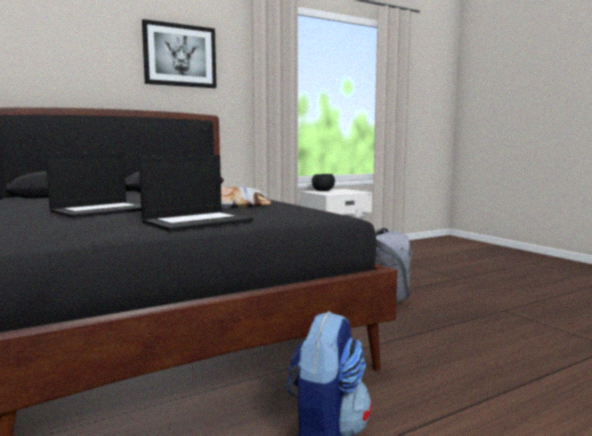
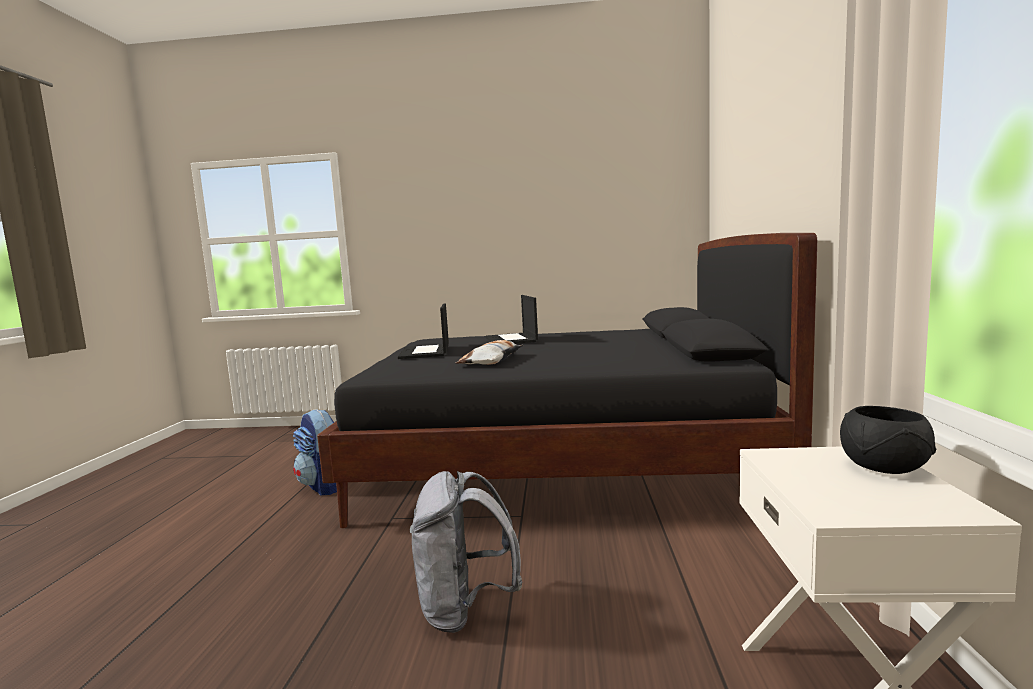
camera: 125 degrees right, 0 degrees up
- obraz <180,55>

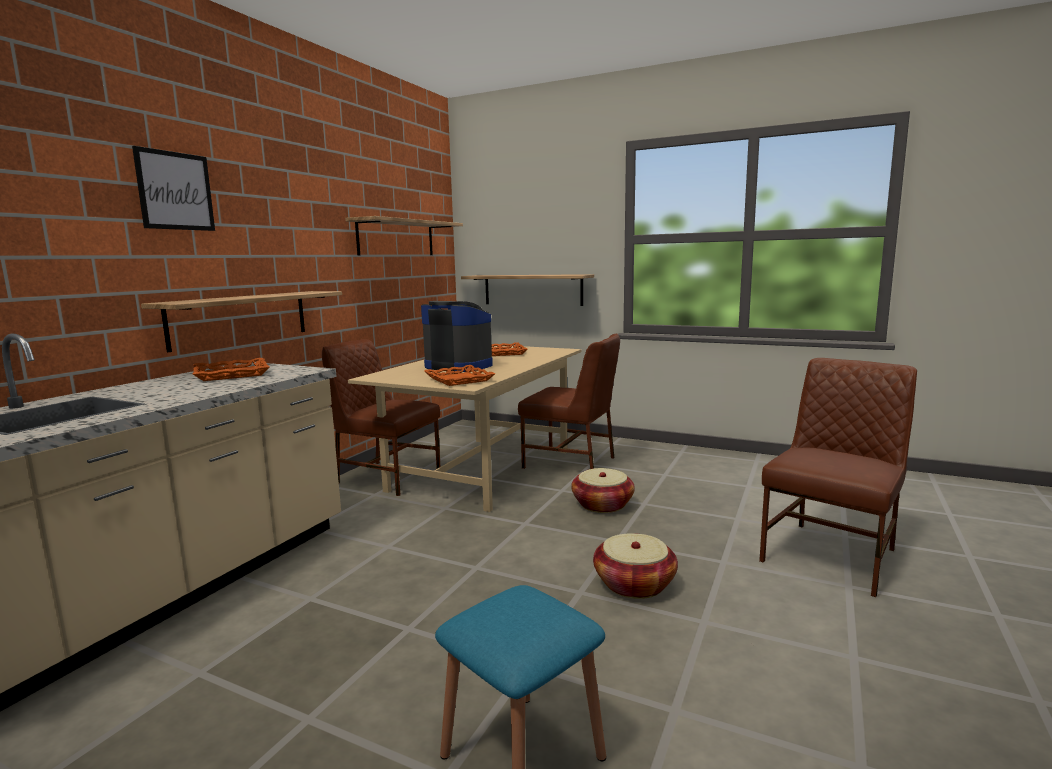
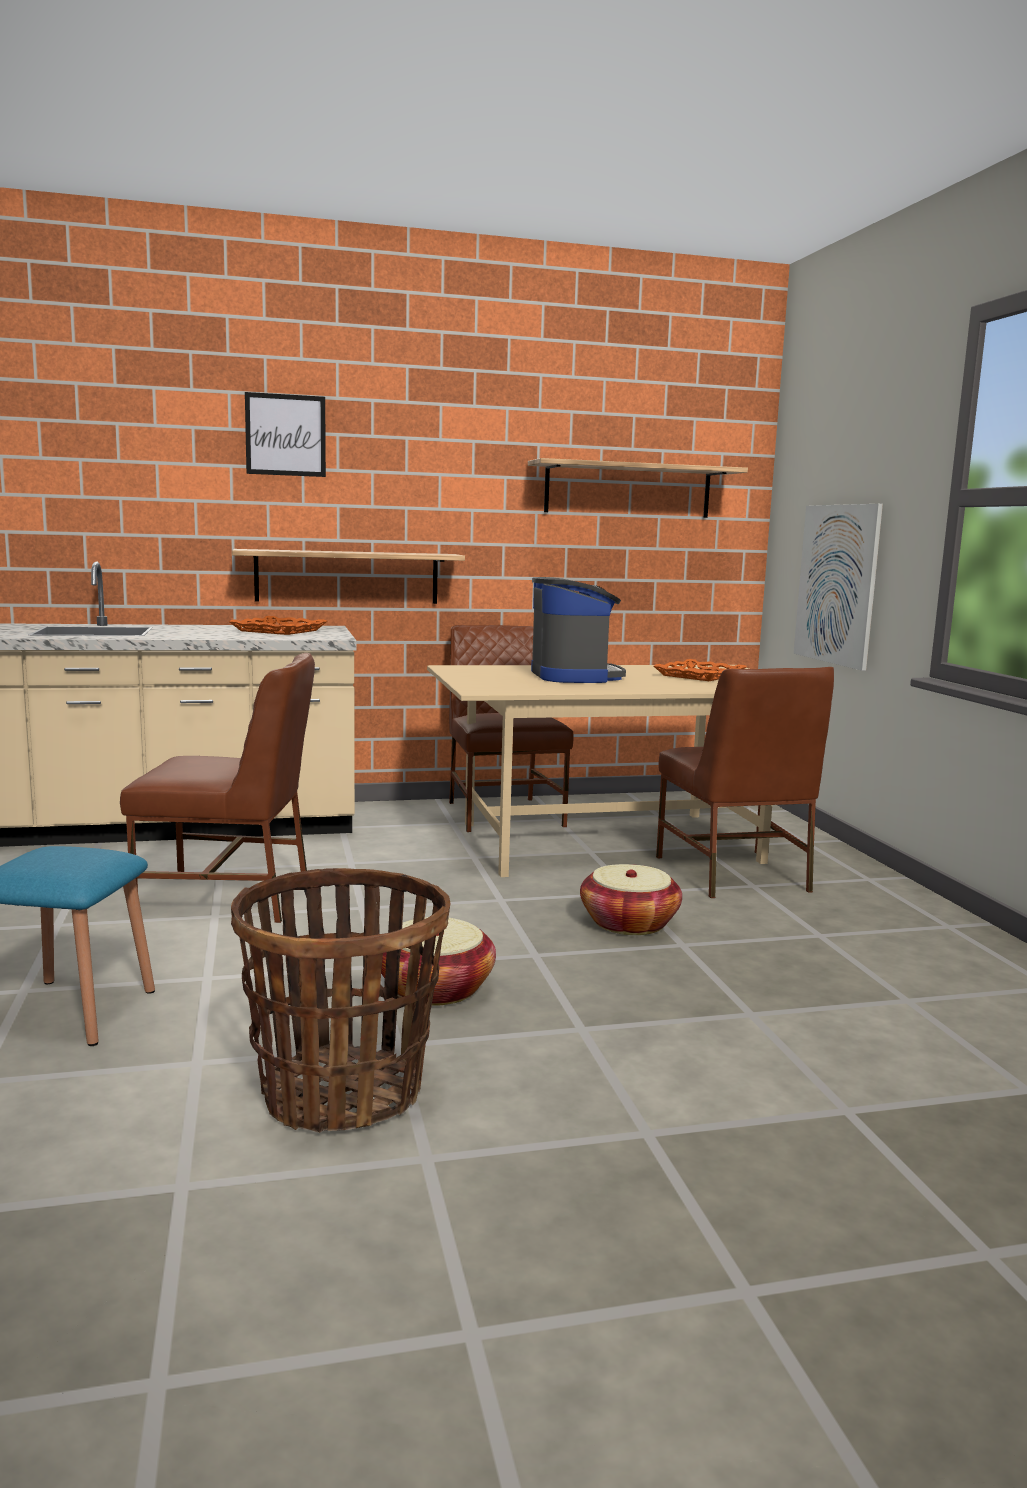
camera: 50 degrees right, 0 degrees up
- taca/pomarańczowy <459,379>
+ koszyk <342,1092>
~ krzesło/brązowy <832,555> to <229,898>
~ półka <532,290> to obraz <836,584>

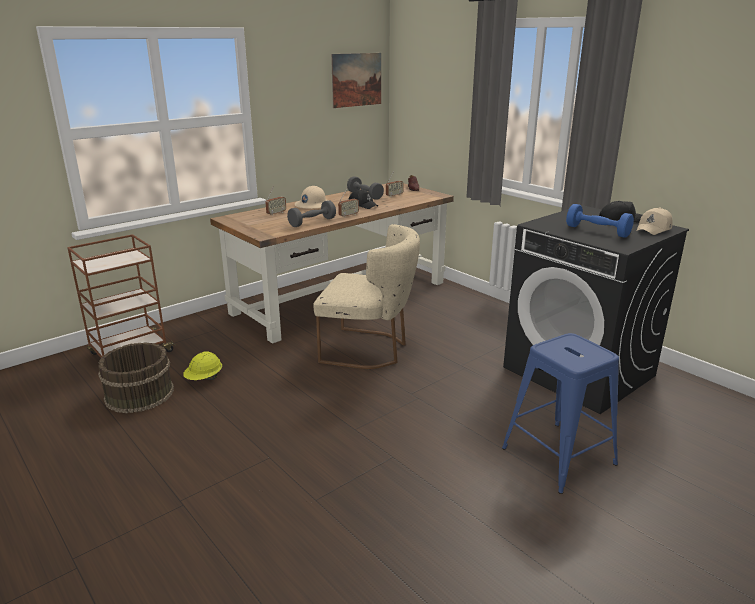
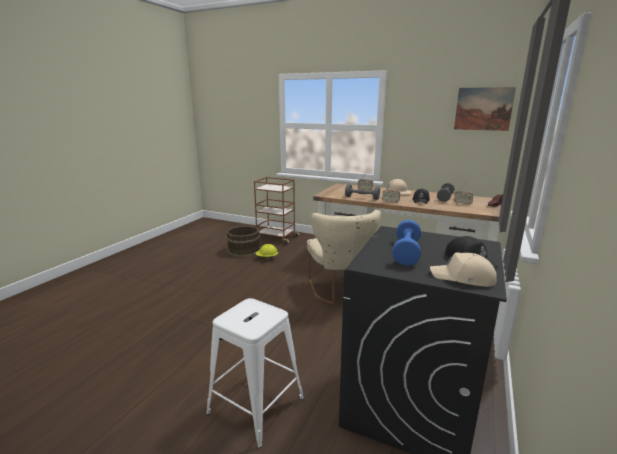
camera: 65 degrees right, 5 degrees down
~ stołek/niebieski <559,456> to stołek/biały <256,406>

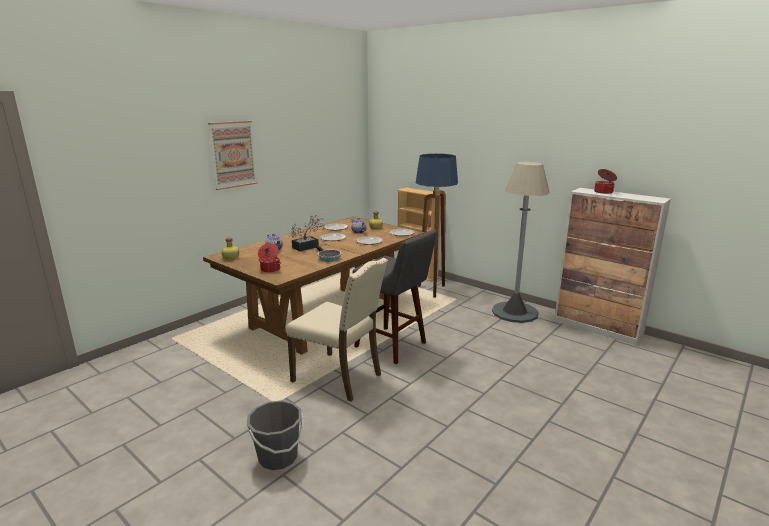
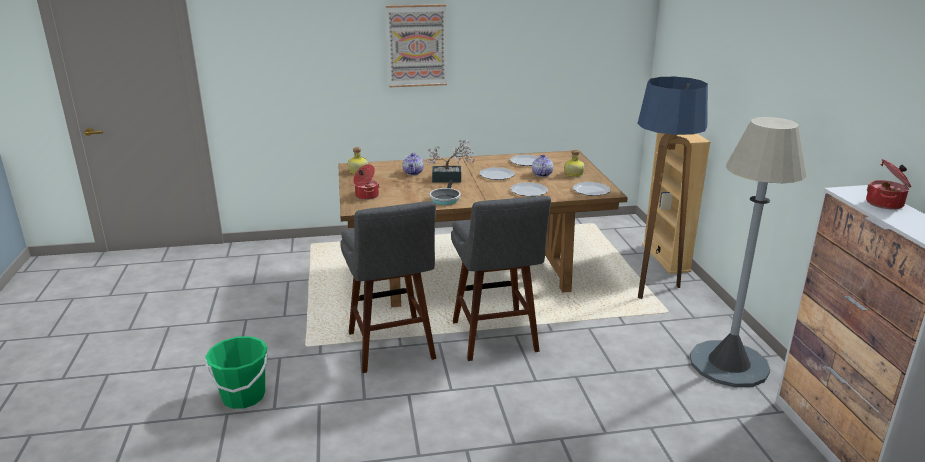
camera: 40 degrees right, 5 degrees up
~ krzesło/beżowy <339,378> to stołek/szary <392,348>
~ wiadro/szary <278,457> to wiadro/zielony <243,396>

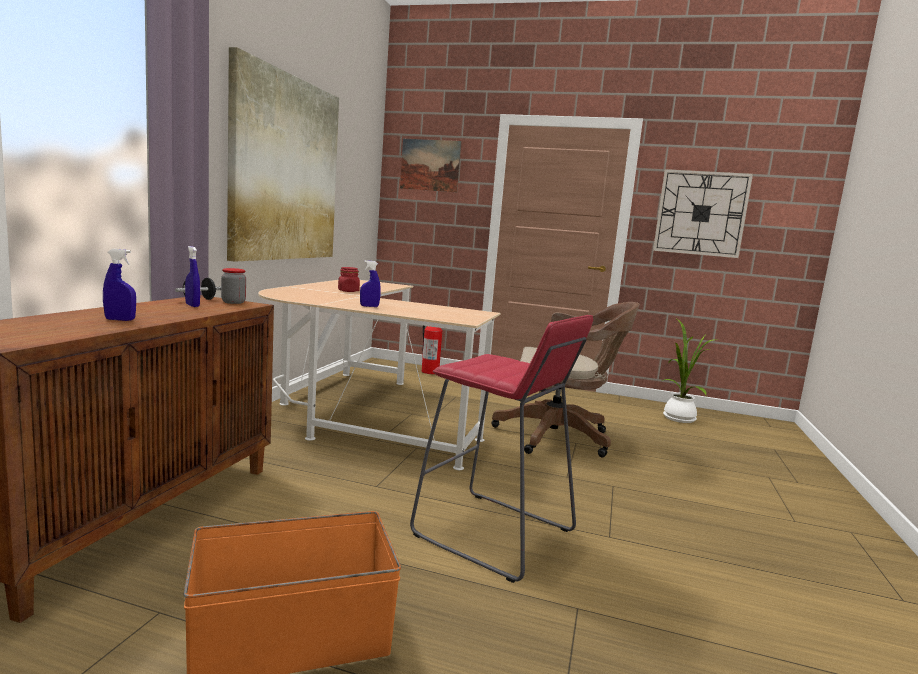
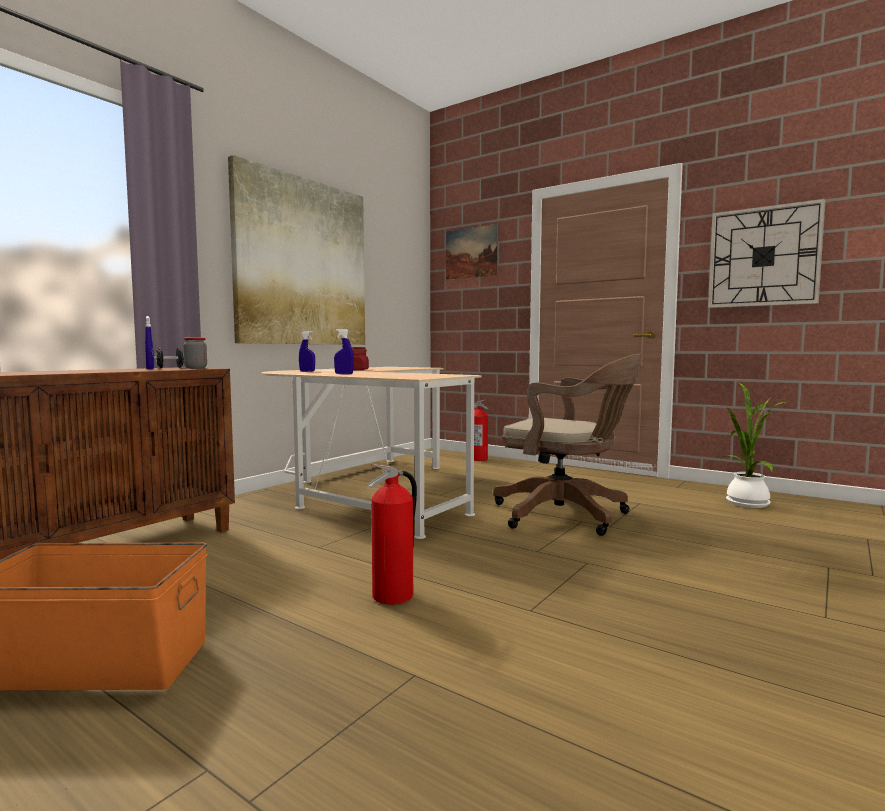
camera: 20 degrees right, 5 degrees down
~ spryskiwacz/niebieski <120,320> to <307,371>
~ stołek/czerwony <494,534> to gaśnica <394,596>

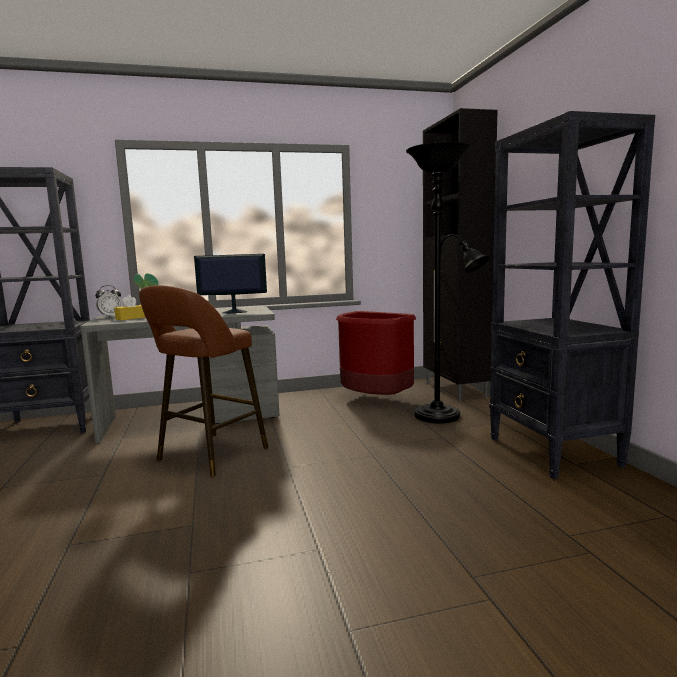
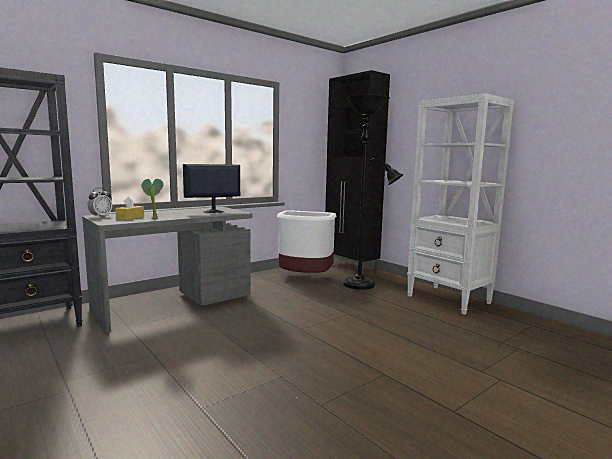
camera: 25 degrees left, 0 degrees up
- stołek/brązowy <208,456>
~ kosz na śmieci/czerwony <375,400> to kosz na śmieci/biały <305,277>
~ regał/czarny <553,452> to regał/biały <449,300>

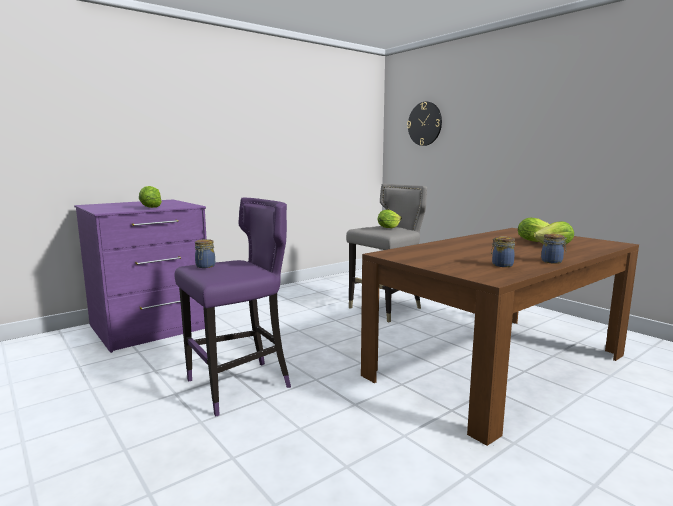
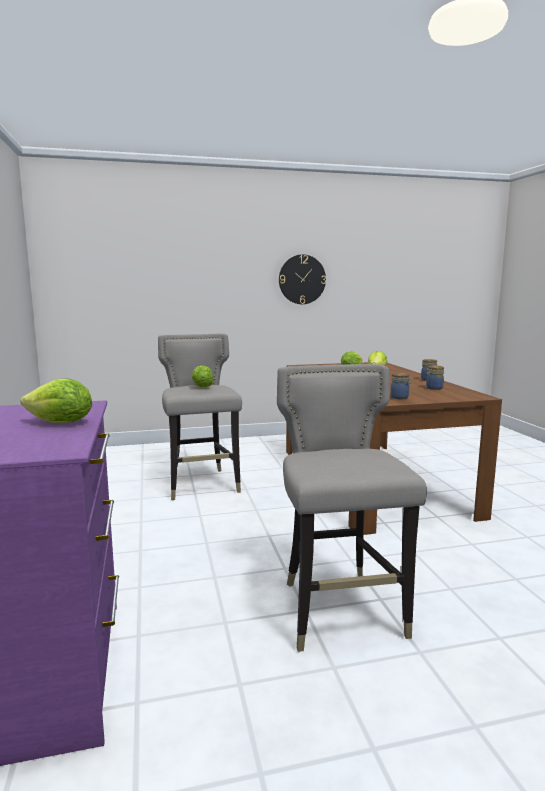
camera: 65 degrees left, 0 degrees up
~ słoik <205,266> to <400,398>
~ zegar ścienny <424,124> to <302,279>
~ stołek/fioletowy <240,385> to stołek/szary <339,610>

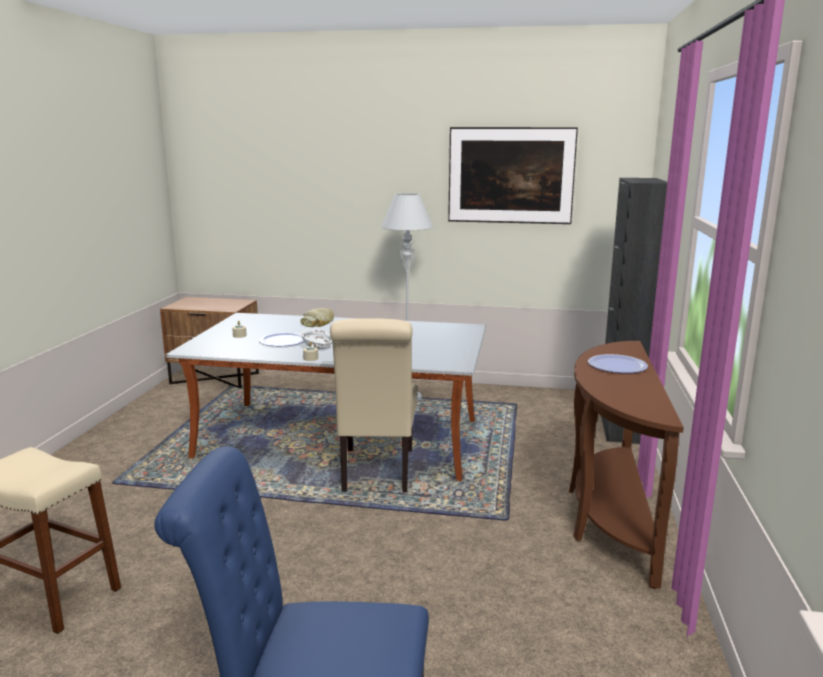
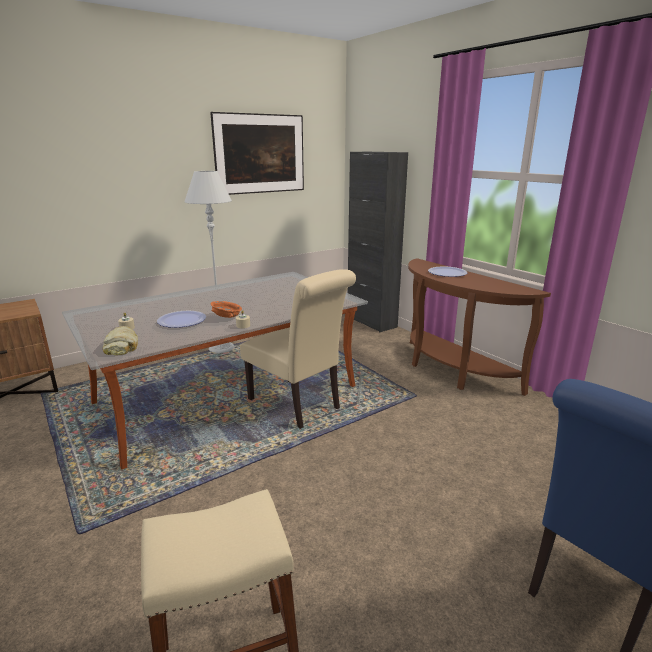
camera: 45 degrees left, 5 degrees up
~ chleb <318,322> to <122,346>
~ miska/biały <318,348> to miska/pomarańczowy <226,317>

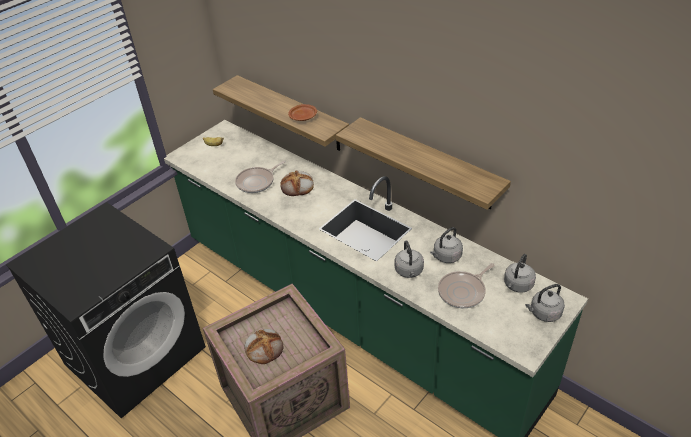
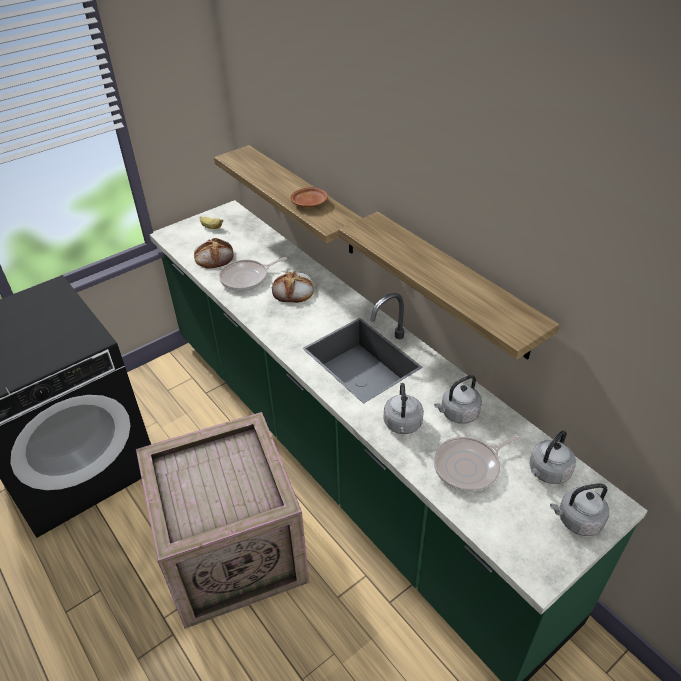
camera: 10 degrees right, 0 degrees up
~ chleb <264,347> to <214,256>

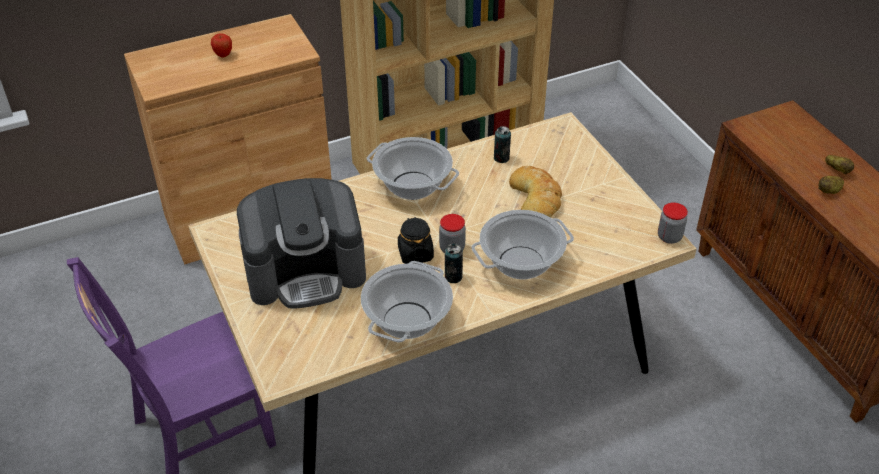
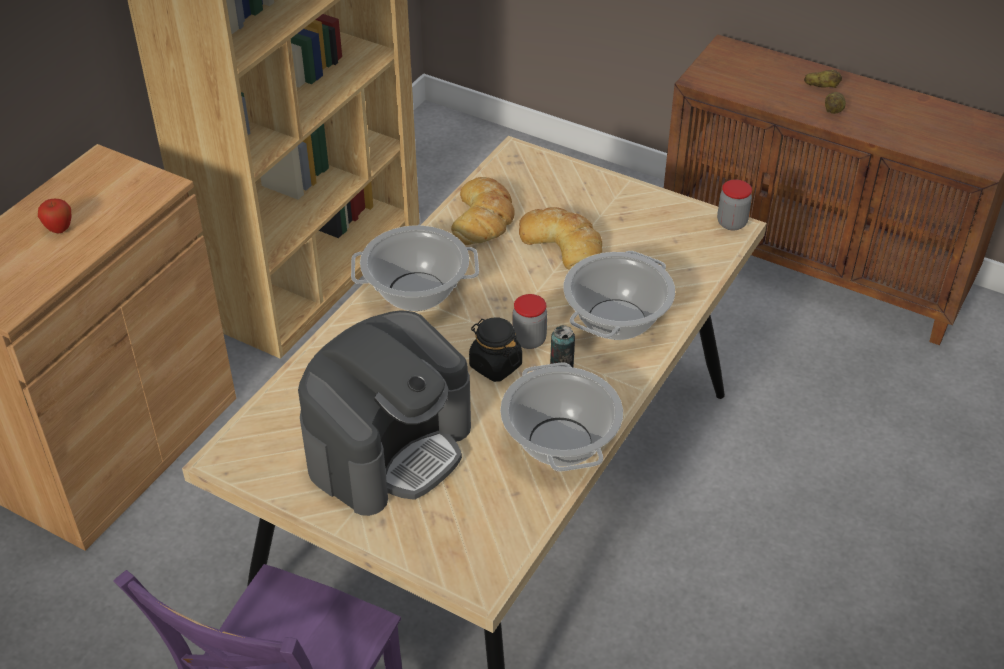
camera: 35 degrees left, 0 degrees up
~ puszka <501,158> to chleb <484,217>

